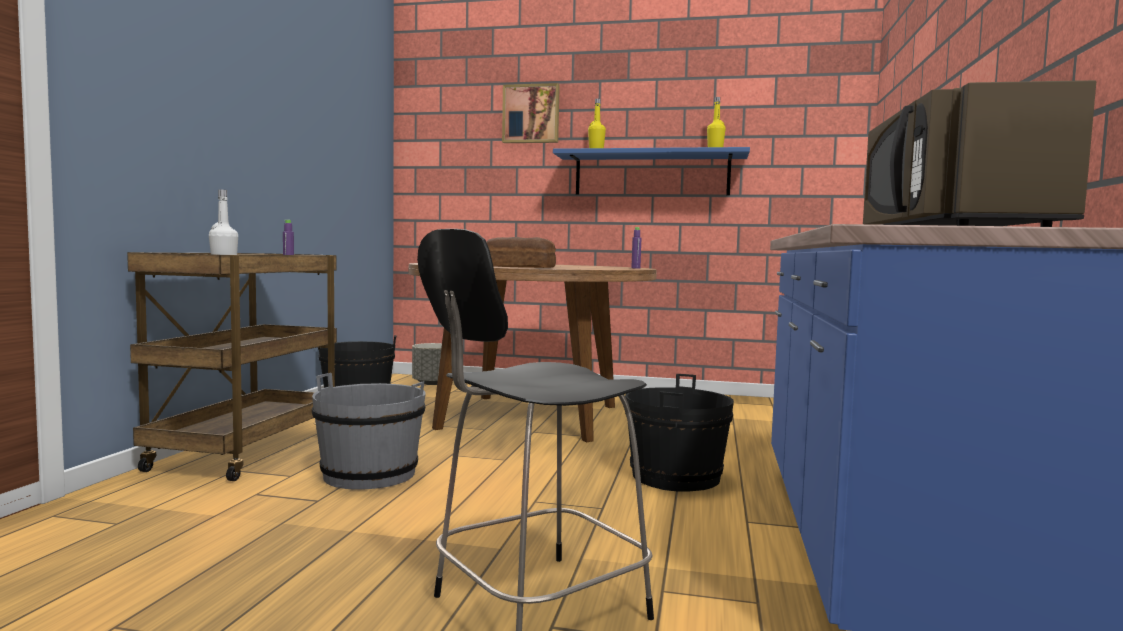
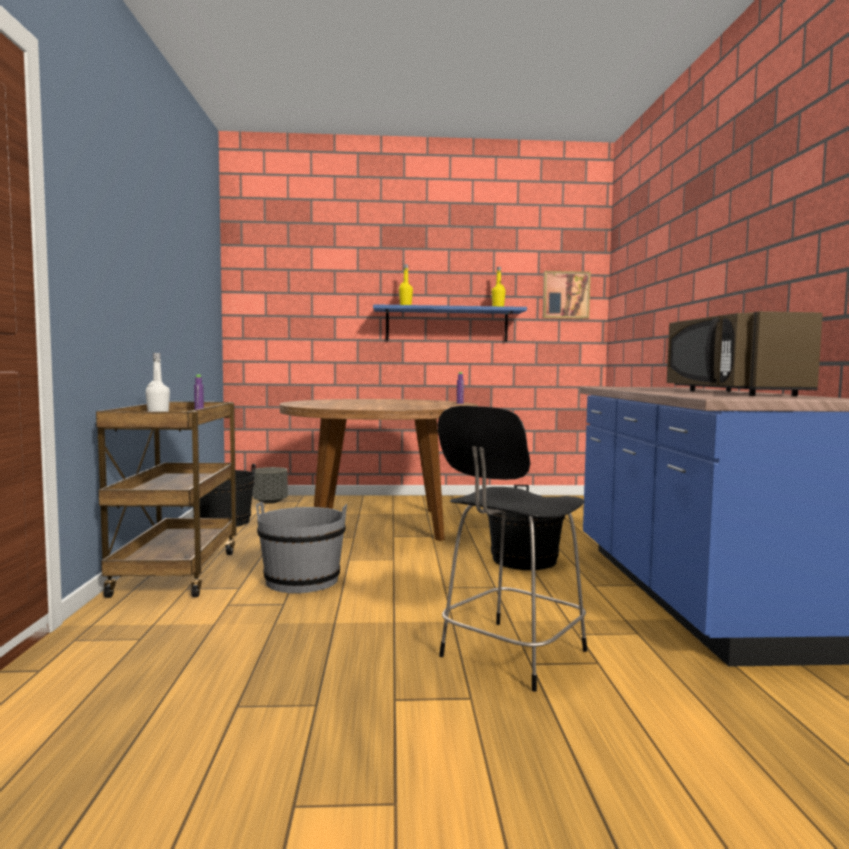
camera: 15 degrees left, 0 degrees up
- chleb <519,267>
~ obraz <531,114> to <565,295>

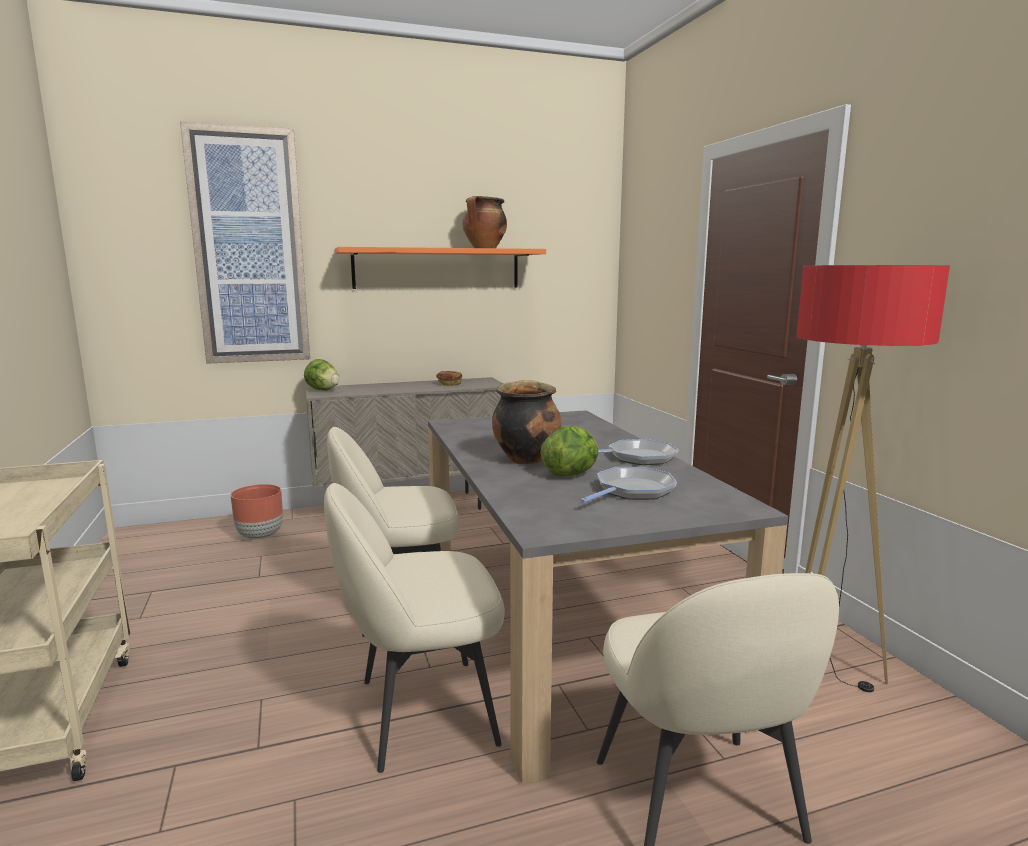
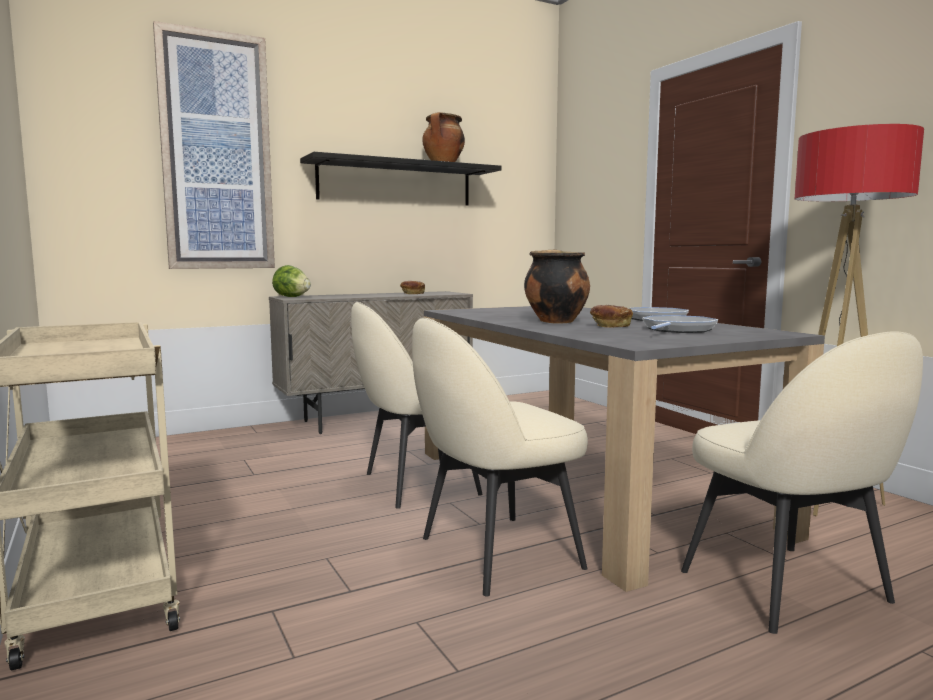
camera: 10 degrees left, 5 degrees down
- donica/brązowy <260,536>
~ sałata <571,474> to chleb <610,326>
~ półka/pomarańczowy <437,268> to półka/czarny <396,183>

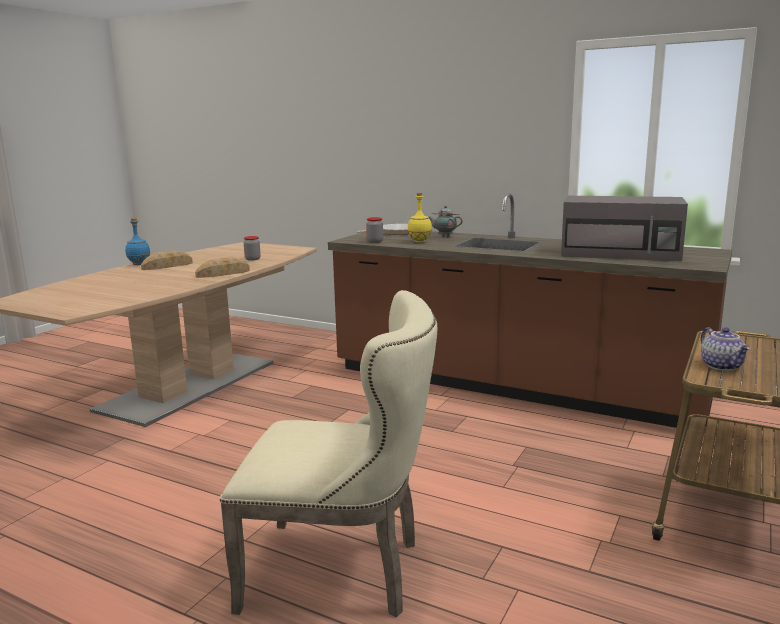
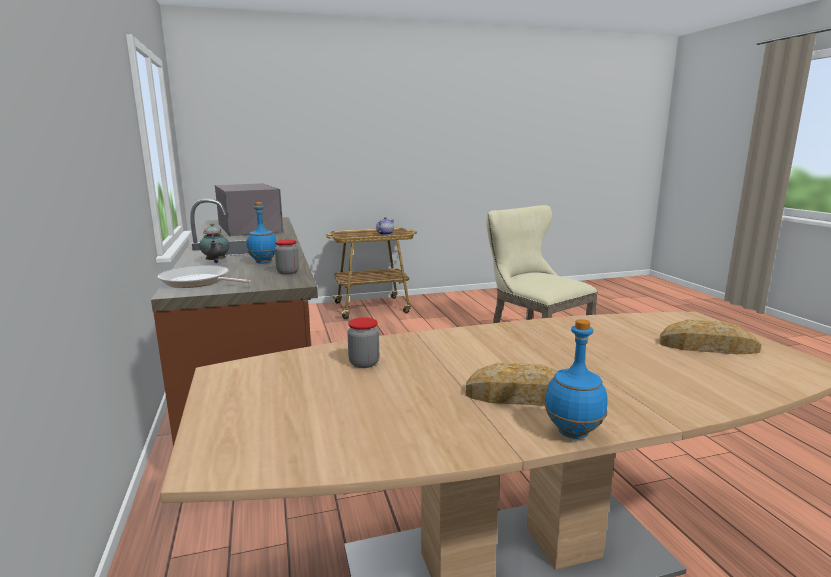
camera: 135 degrees left, 0 degrees up
~ chleb <223,273> to <708,347>
~ butelka/żółty <419,242> to butelka/niebieski <264,262>

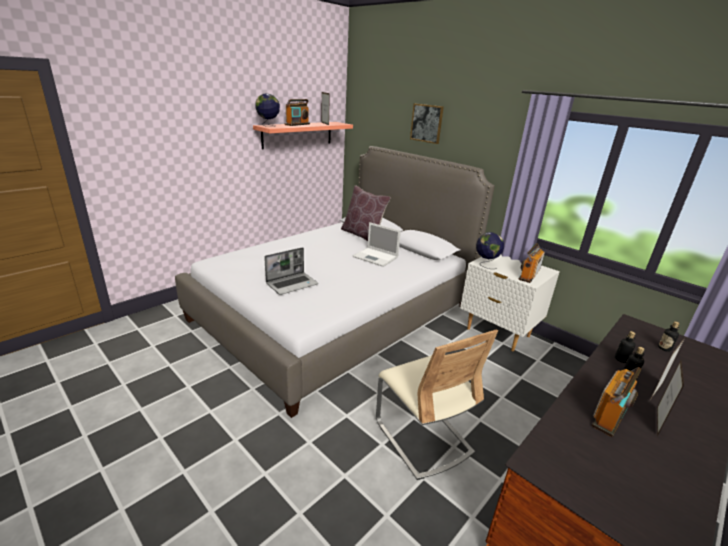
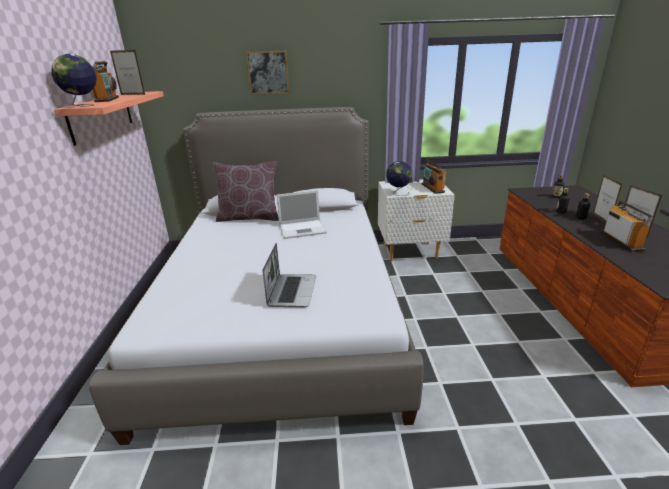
camera: 45 degrees left, 0 degrees up
- krzesło/beżowy <422,437>

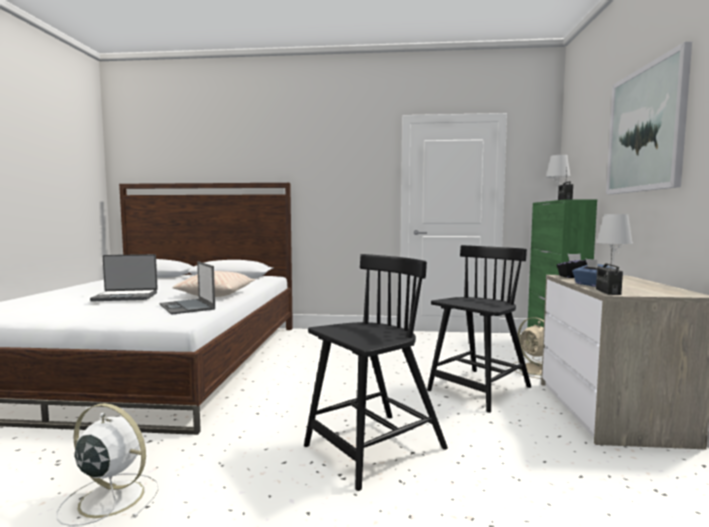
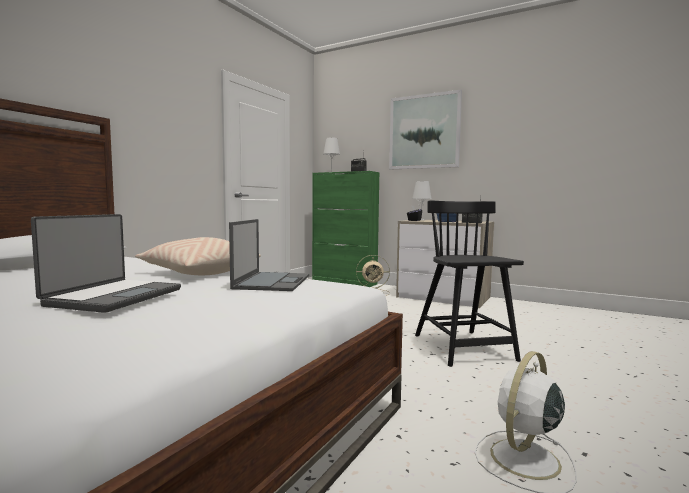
camera: 65 degrees left, 0 degrees up
- krzesło/czarny <479,390>
~ laptop <187,307> = <272,281> 75 degrees counterclockwise

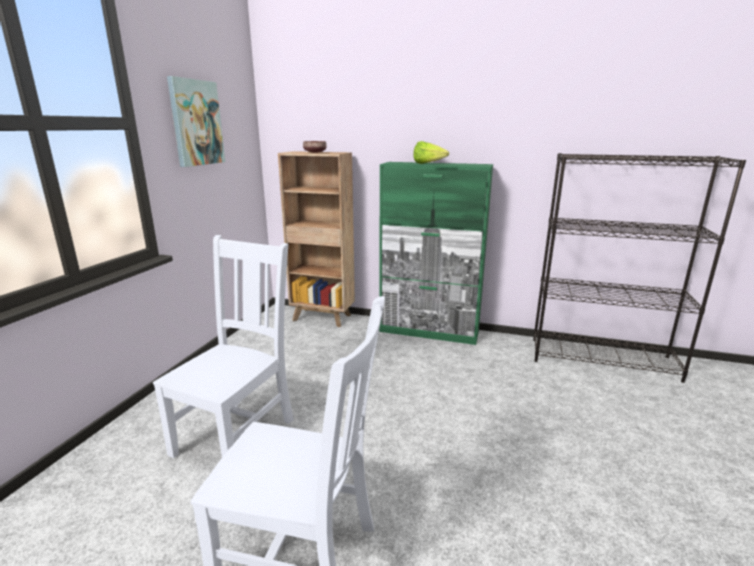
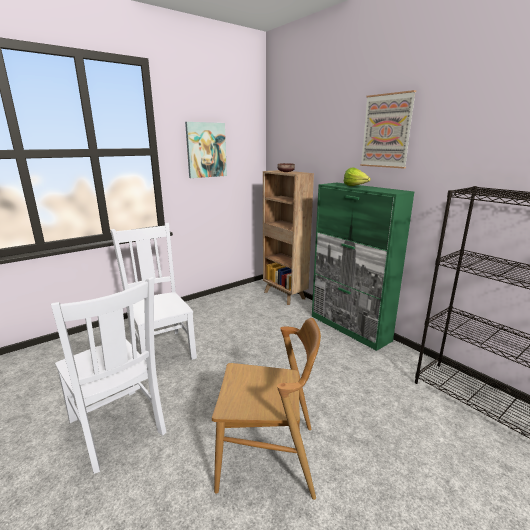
camera: 35 degrees right, 0 degrees up
+ krzesło/brązowy <268,457>
+ obraz <386,131>
~ krzesło/biały <238,434> = <162,349> 90 degrees counterclockwise

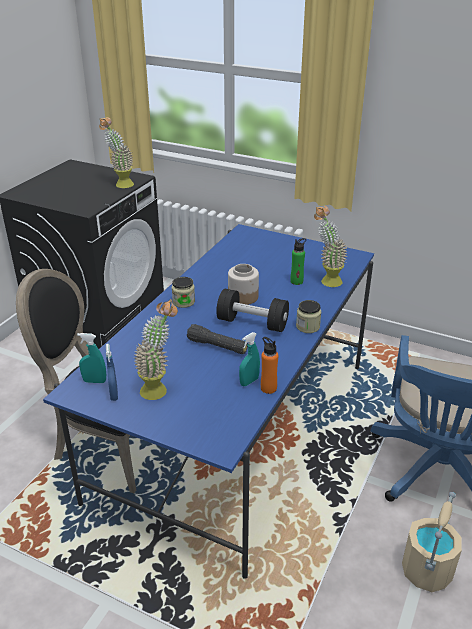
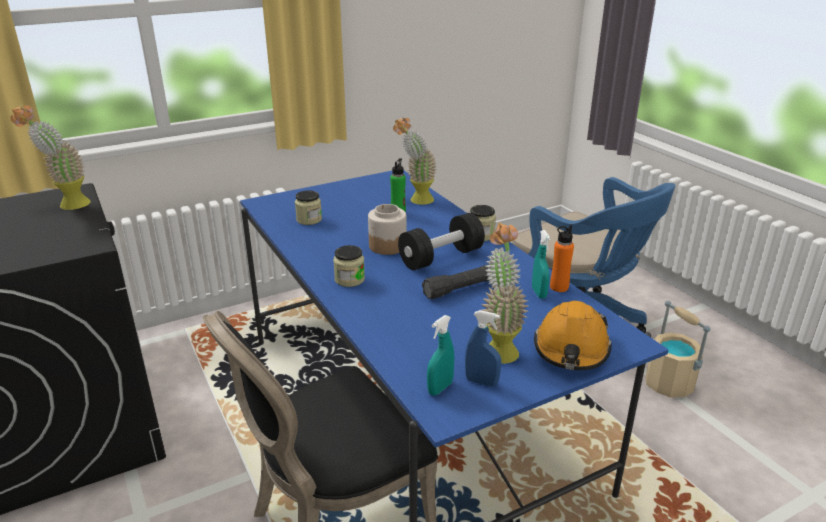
camera: 55 degrees left, 5 degrees down
+ słoik <309,219>
+ kask/pomarańczowy <571,349>

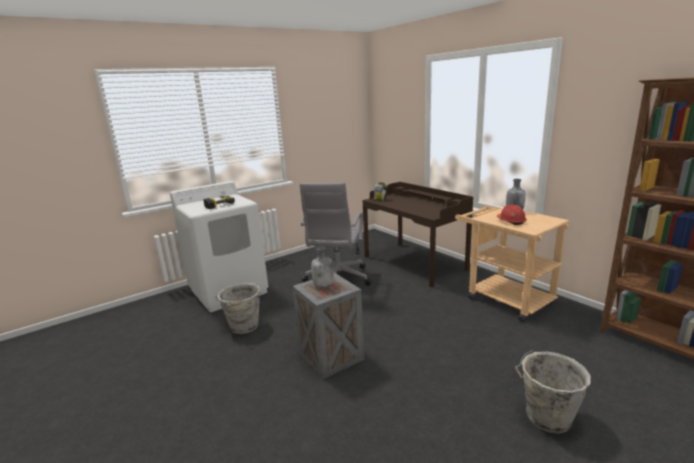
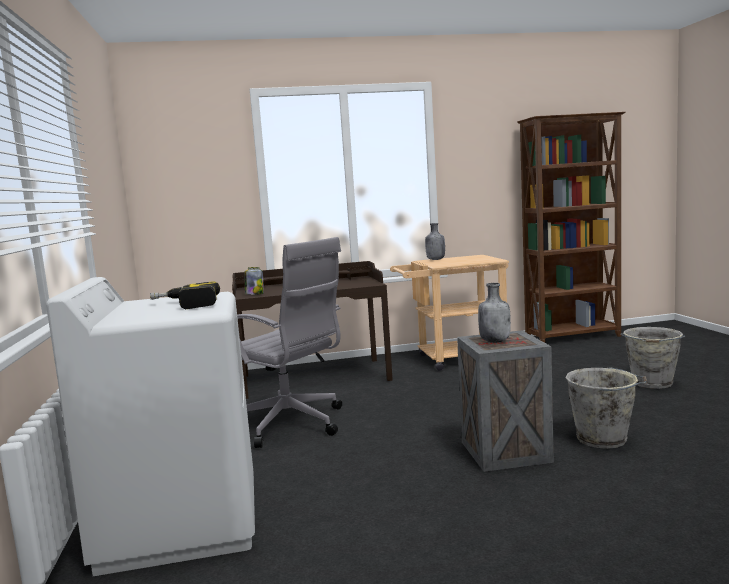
camera: 65 degrees left, 10 degrees down
- kask/czerwony <511,221>
~ wiadro/szary <244,327> to <604,439>

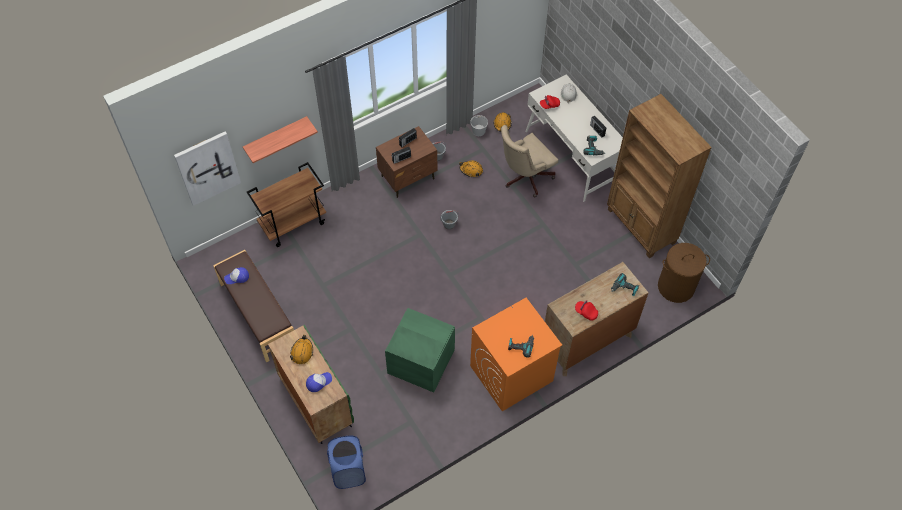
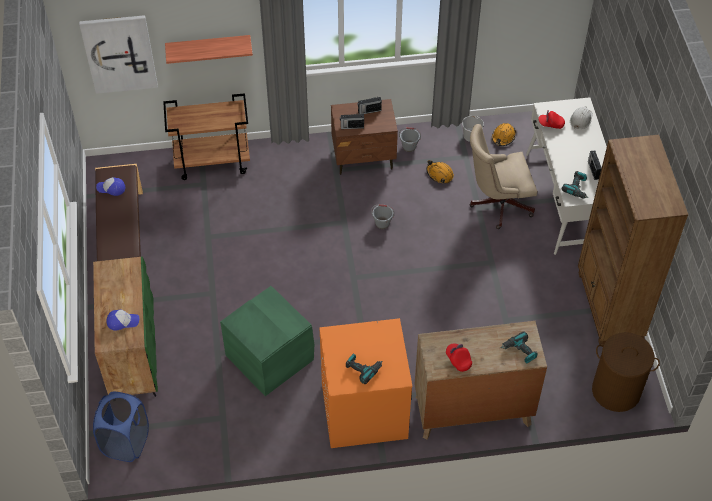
camera: 25 degrees right, 5 degrees down
- kask/pomarańczowy <302,352>

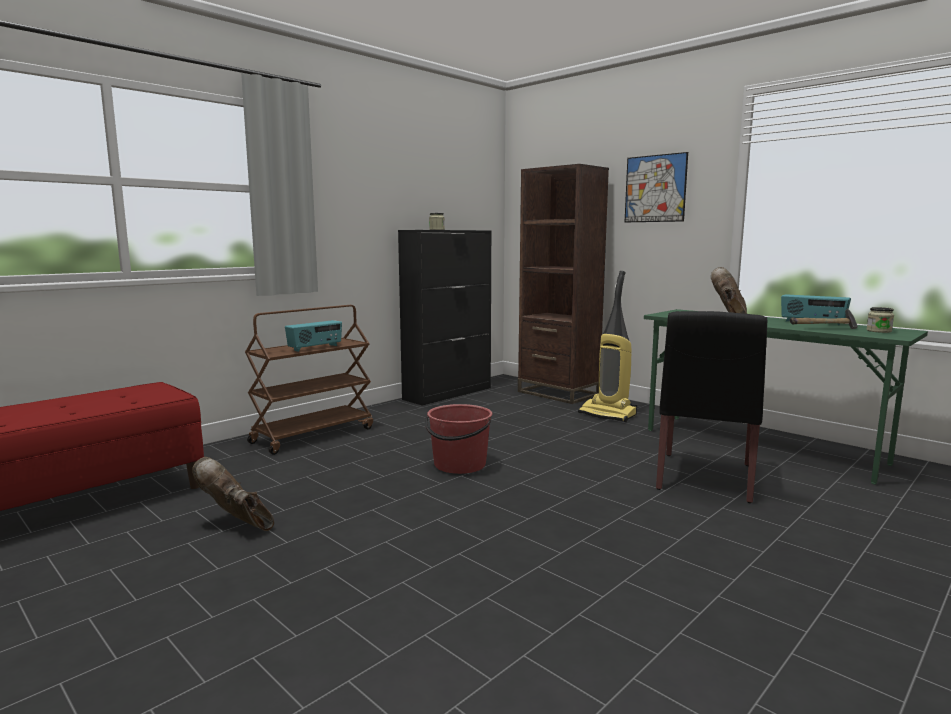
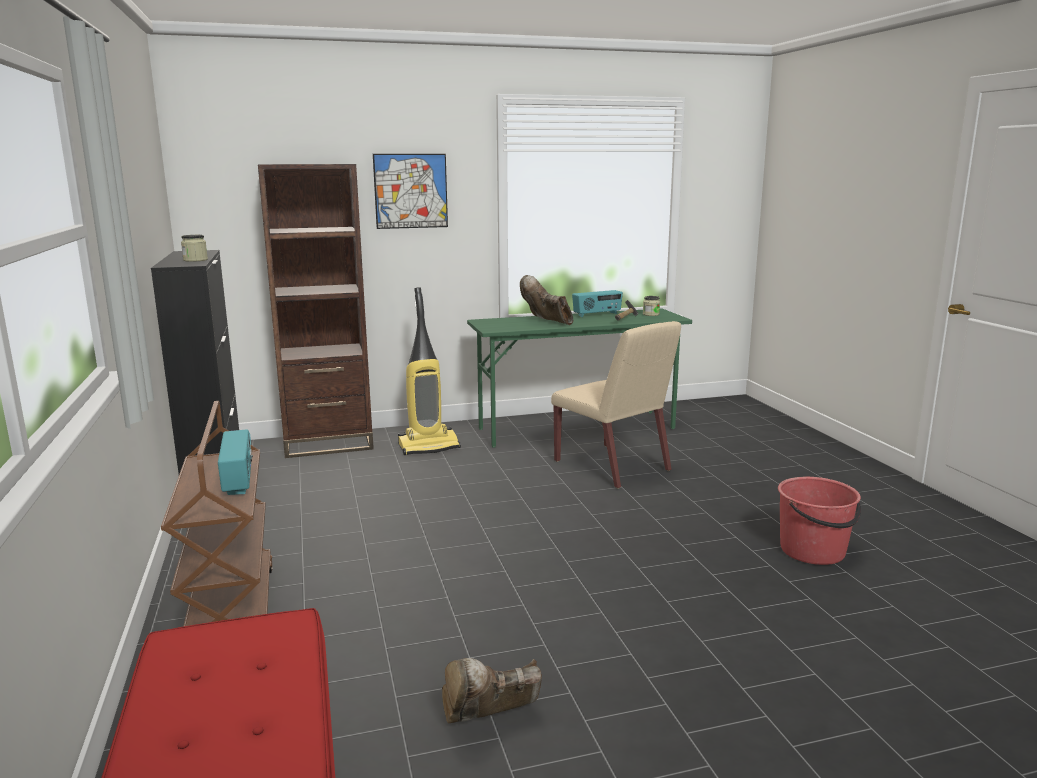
camera: 60 degrees left, 5 degrees up
~ wiadro/czerwony <459,465> to <813,551>
~ krzesło/czarny <705,477> to krzesło/beżowy <613,466>

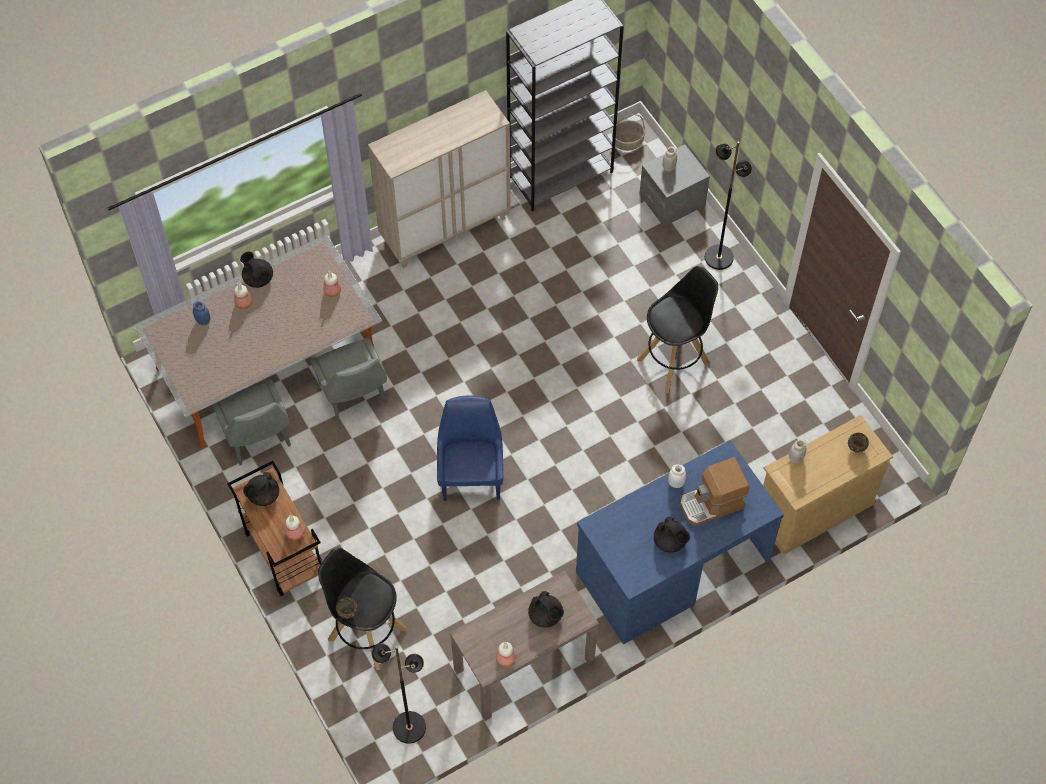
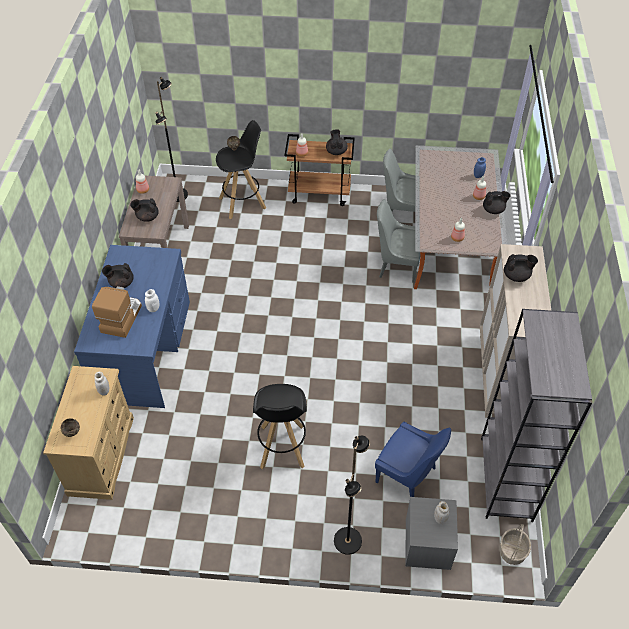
camera: 125 degrees right, 10 degrees down
+ imbryk/czarny <516,276>
~ krzesło/niebieski <471,475> to <408,476>

